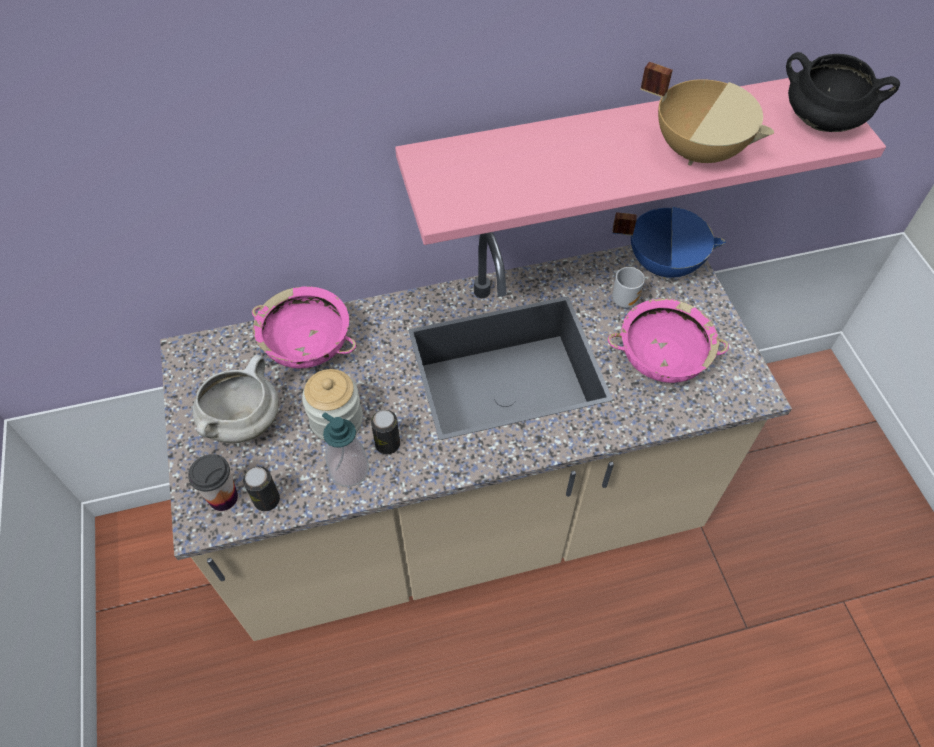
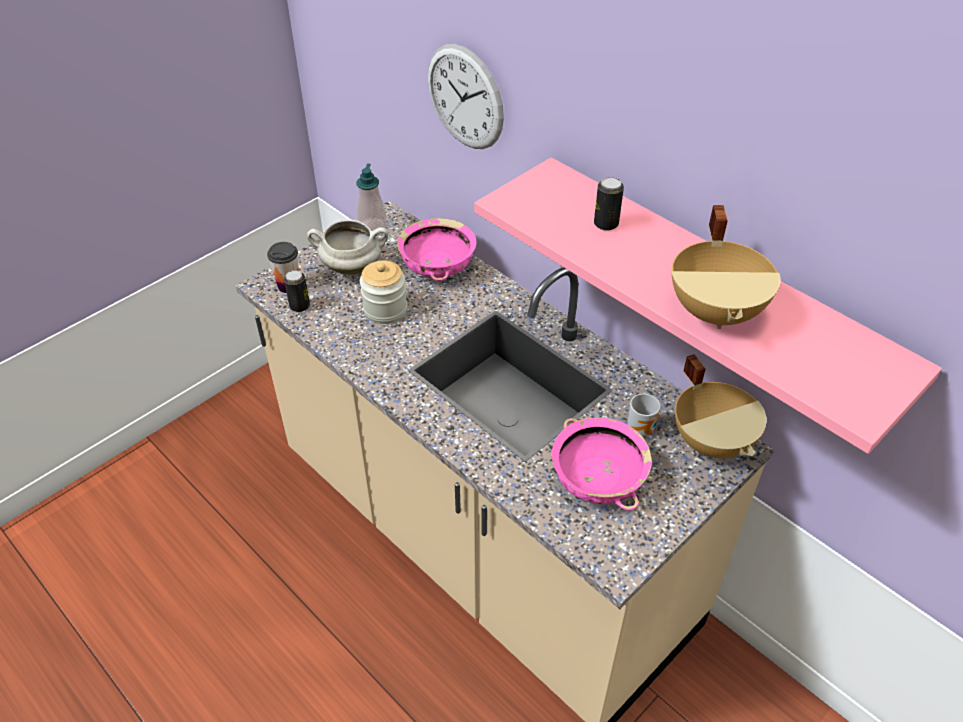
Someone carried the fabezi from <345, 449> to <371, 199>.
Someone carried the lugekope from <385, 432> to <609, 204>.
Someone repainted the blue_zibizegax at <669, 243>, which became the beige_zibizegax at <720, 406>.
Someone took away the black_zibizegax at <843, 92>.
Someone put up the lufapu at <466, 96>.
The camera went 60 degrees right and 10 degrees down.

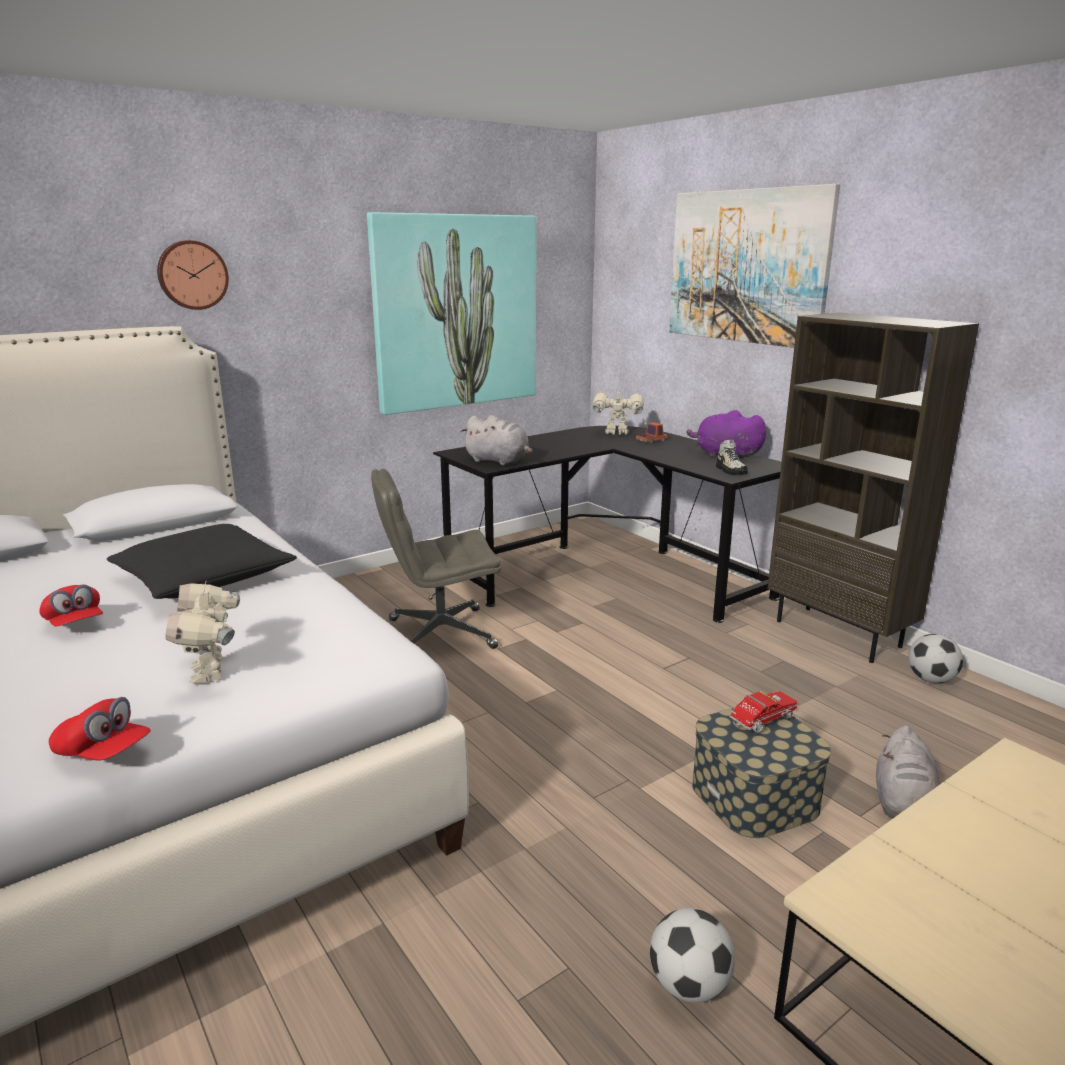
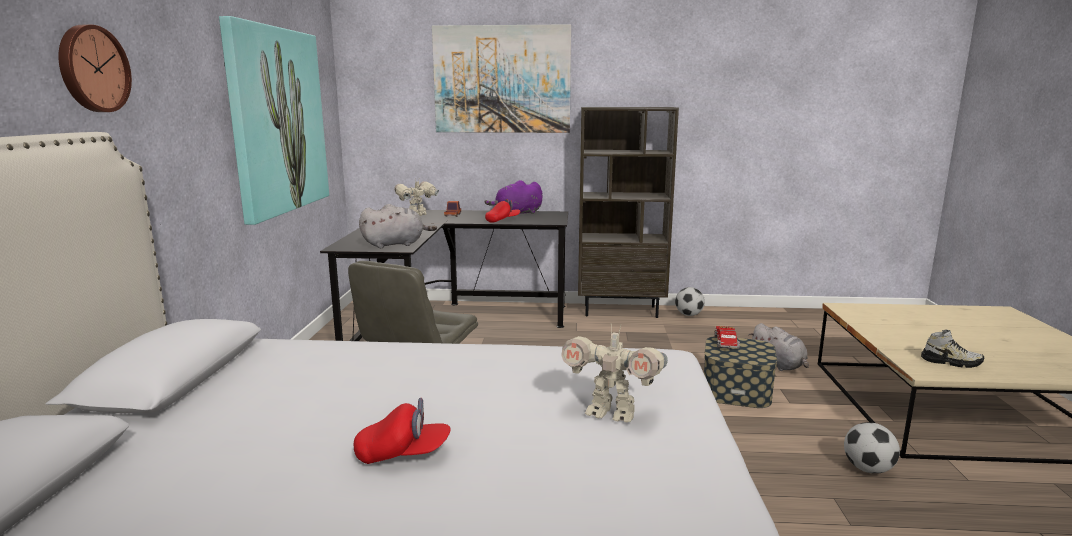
Someone carried the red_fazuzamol from <100, 729> to <502, 211>.
Someone took away the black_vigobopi at <202, 561>.
Someone carried the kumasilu from <732, 457> to <952, 349>.
The camera went 50 degrees left and 5 degrees down.

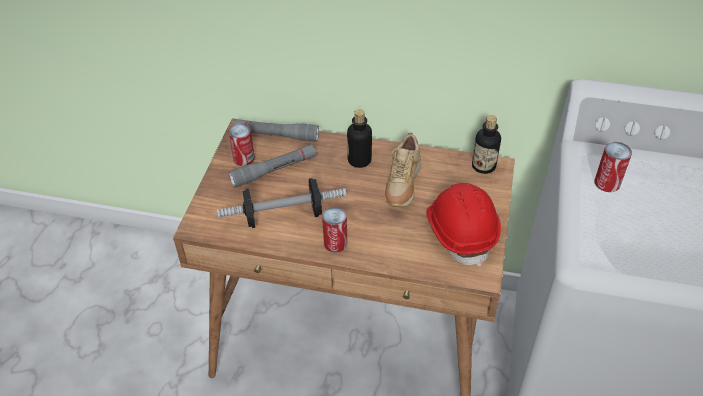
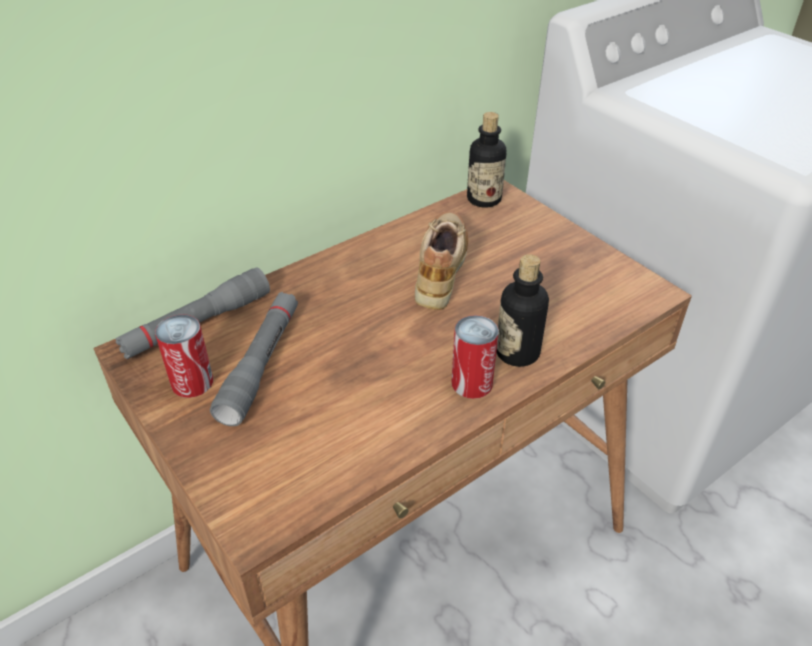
Someone took away the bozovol at <282, 203>.
Someone carried the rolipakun from <359, 138> to <522, 310>.
Someone rotated the beige_kumasilu at <403, 169> by 135 degrees counterclockwise.
Someone took away the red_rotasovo at <463, 225>.
Someone took away the lugekope at <613, 167>.
The camera went 50 degrees left and 5 degrees down.

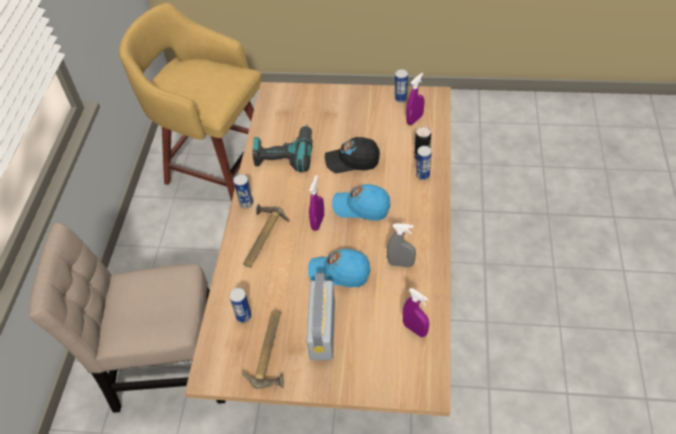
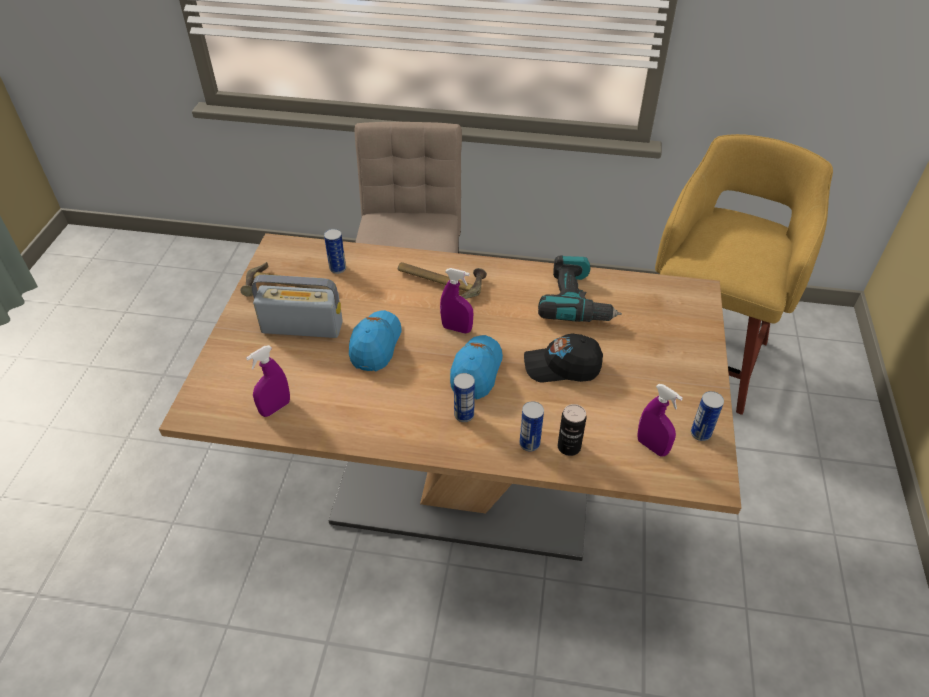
Someone carried the lugekope from <243, 191> to <464, 397>.
Someone rotated the black_fazuzamol at <352, 155> by 90 degrees counterclockwise.
Someone took away the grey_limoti at <401, 245>.
The camera went 90 degrees right and 5 degrees down.

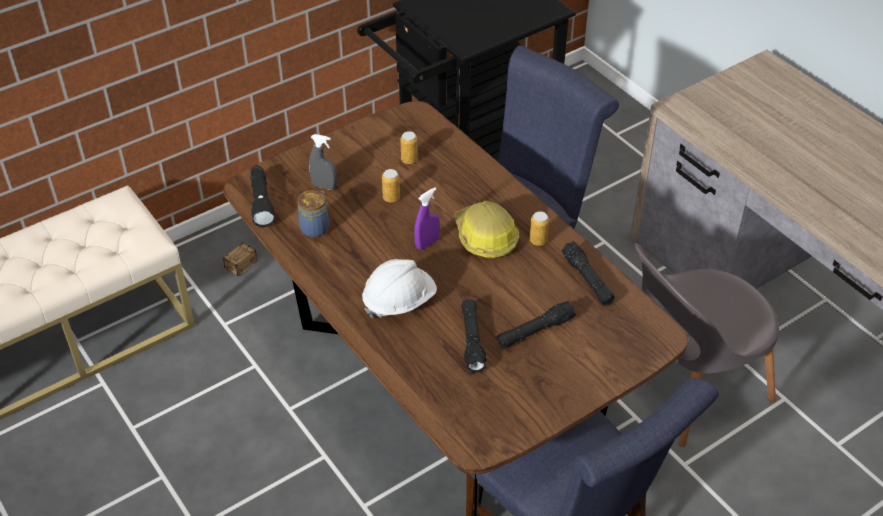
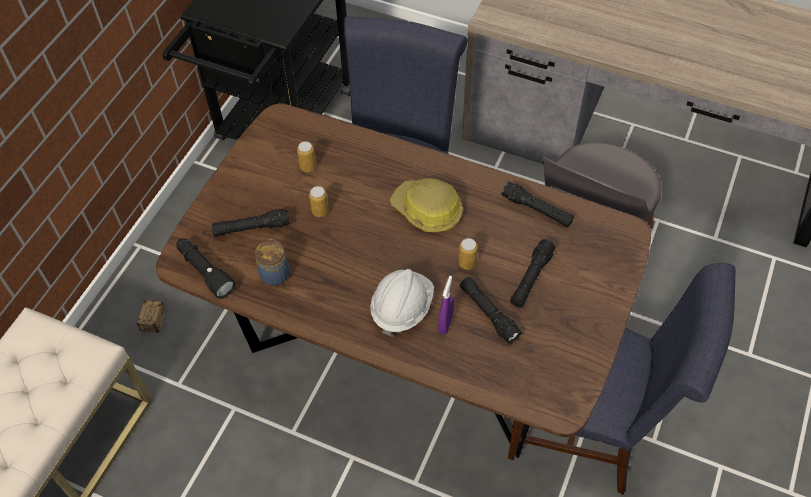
Someone swapped the grey_limoti at <323, 162> for the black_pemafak at <251, 223>.
Someone carried the purple_limoti from <427, 218> to <446, 305>.
Someone carried the lugekope from <539, 228> to <468, 254>.
The camera went 30 degrees left and 10 degrees up.

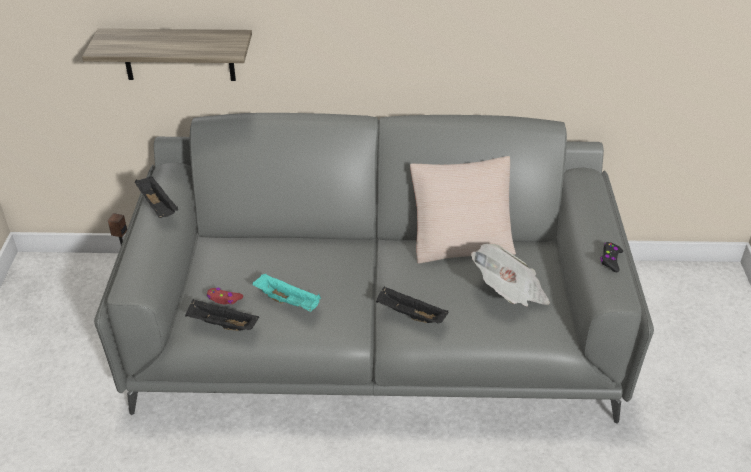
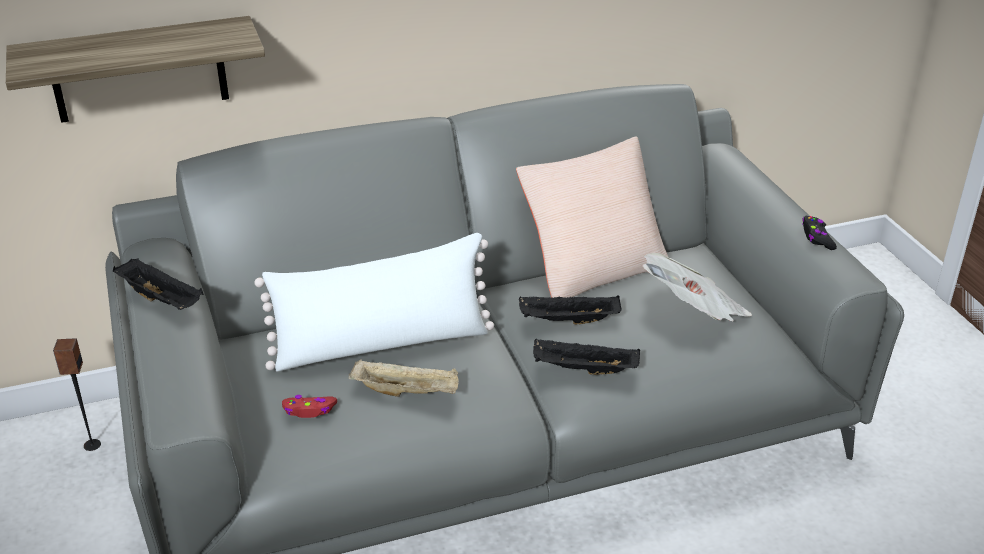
Someone carried the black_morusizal from <222, 315> to <570, 309>.
Someone repainted the turquoise_morusizal at <286, 293>, which became the beige_morusizal at <404, 378>.
Someone put down the white_vigobopi at <374, 302>.
The camera went 20 degrees left and 5 degrees down.

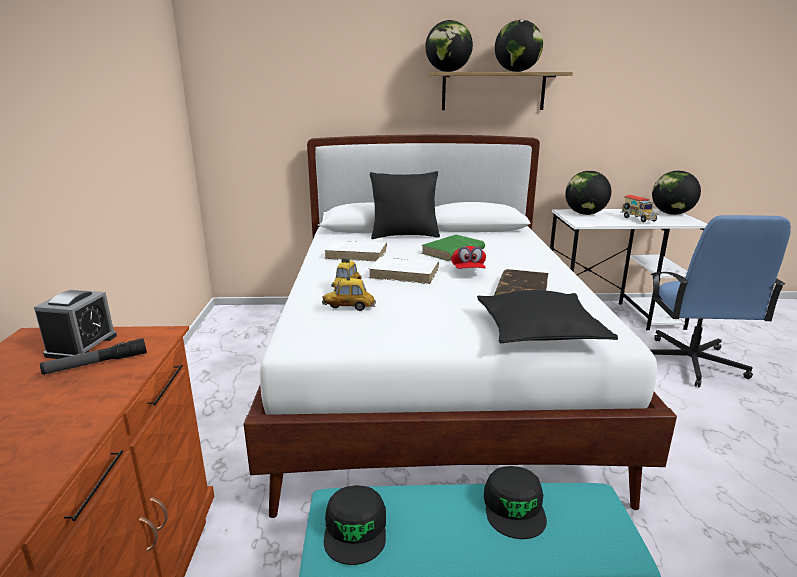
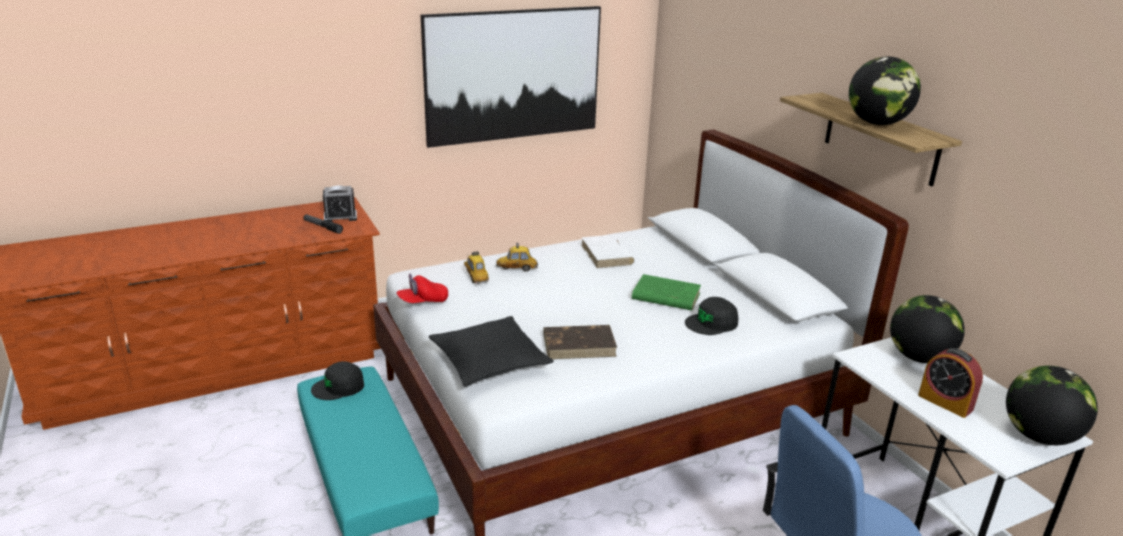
Someone took away the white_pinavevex at <404, 270>.
Someone took away the black_vigobopi at <405, 205>.
Someone took away the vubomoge at <449, 46>.
Someone carried the red_fazuzamol from <468, 257> to <422, 288>.
Someone carried the black_fazuzamol from <515, 502> to <711, 316>.
Someone swapped the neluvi at <640, 208> for the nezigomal at <950, 383>.
Someone put up the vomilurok at <511, 77>.
The camera went 65 degrees right and 5 degrees up.

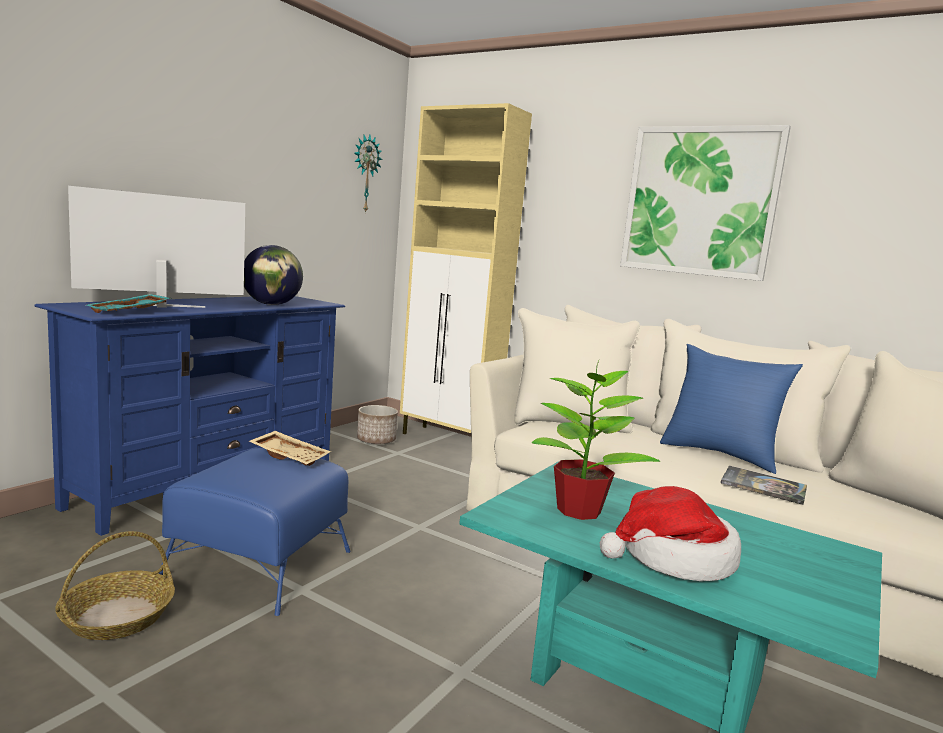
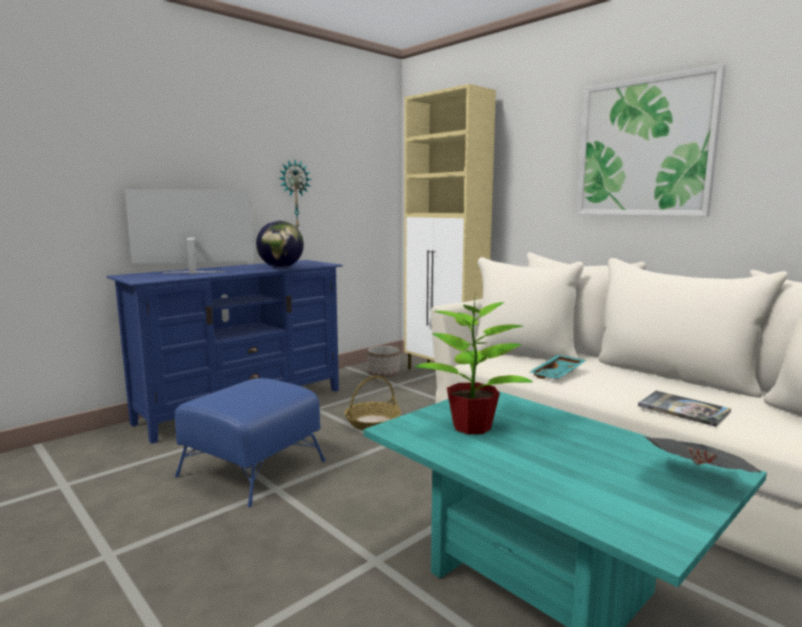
Someone carried the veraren from <115, 585> to <372, 403>.
Someone carried the turquoise_morusizal from <128, 303> to <558, 367>.
Someone took away the beige_morusizal at <290, 448>.
Someone carried the lufapu from <368, 174> to <295, 194>.
Someone took away the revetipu at <670, 533>.
Someone took away the blue_vigobopi at <731, 409>.
Someone put down the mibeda at <702, 454>.
The camera went 15 degrees right and 0 degrees up.

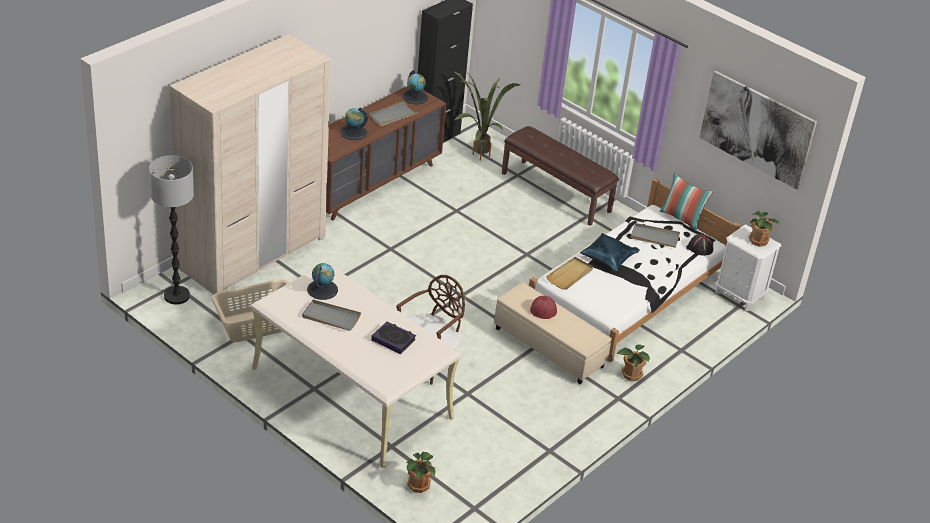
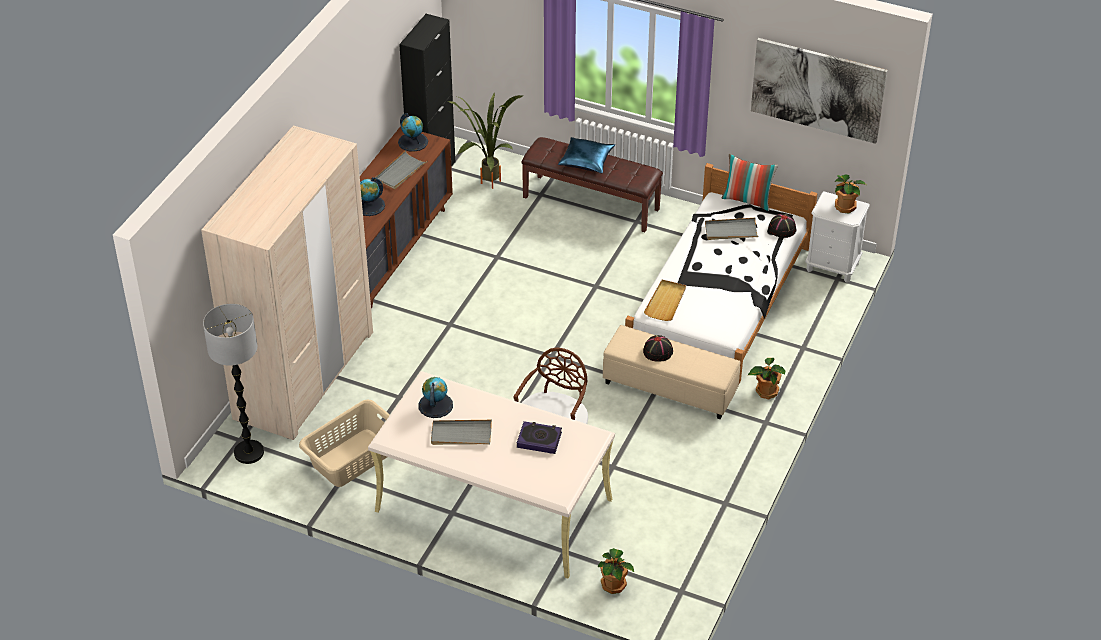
Someone repainted the red_revetipu at <543, 307>, which became the black_revetipu at <658, 348>.
Someone carried the blue_vigobopi from <610, 252> to <586, 155>.
The camera went 15 degrees left and 5 degrees up.

